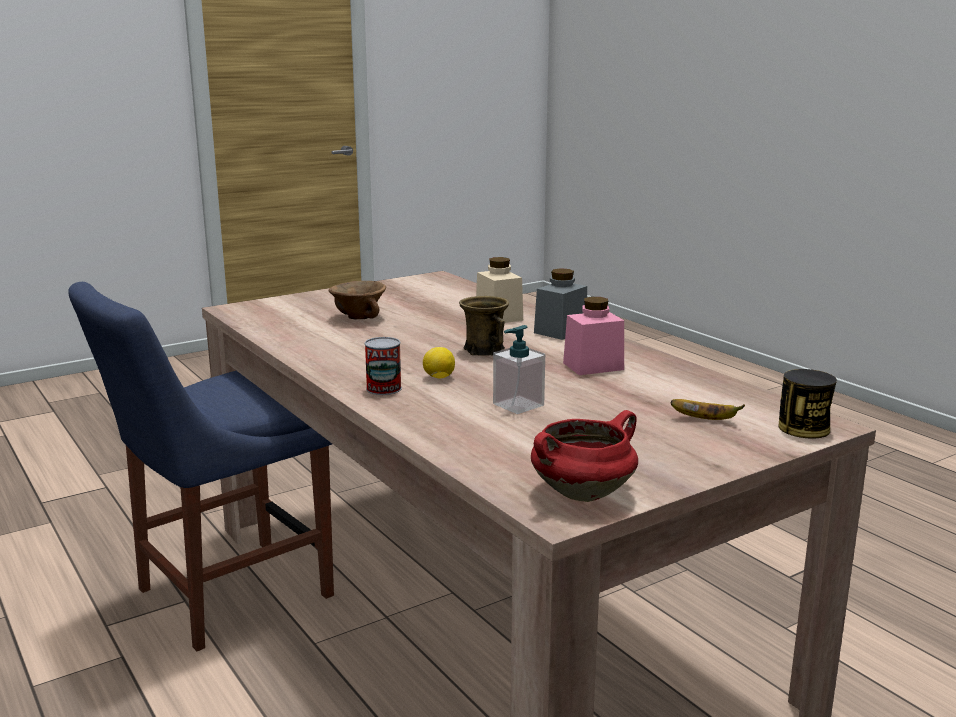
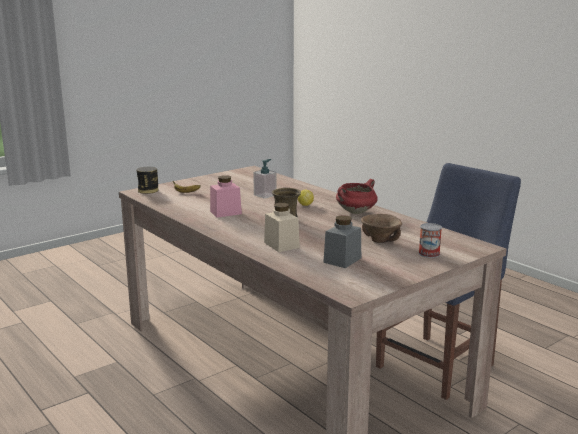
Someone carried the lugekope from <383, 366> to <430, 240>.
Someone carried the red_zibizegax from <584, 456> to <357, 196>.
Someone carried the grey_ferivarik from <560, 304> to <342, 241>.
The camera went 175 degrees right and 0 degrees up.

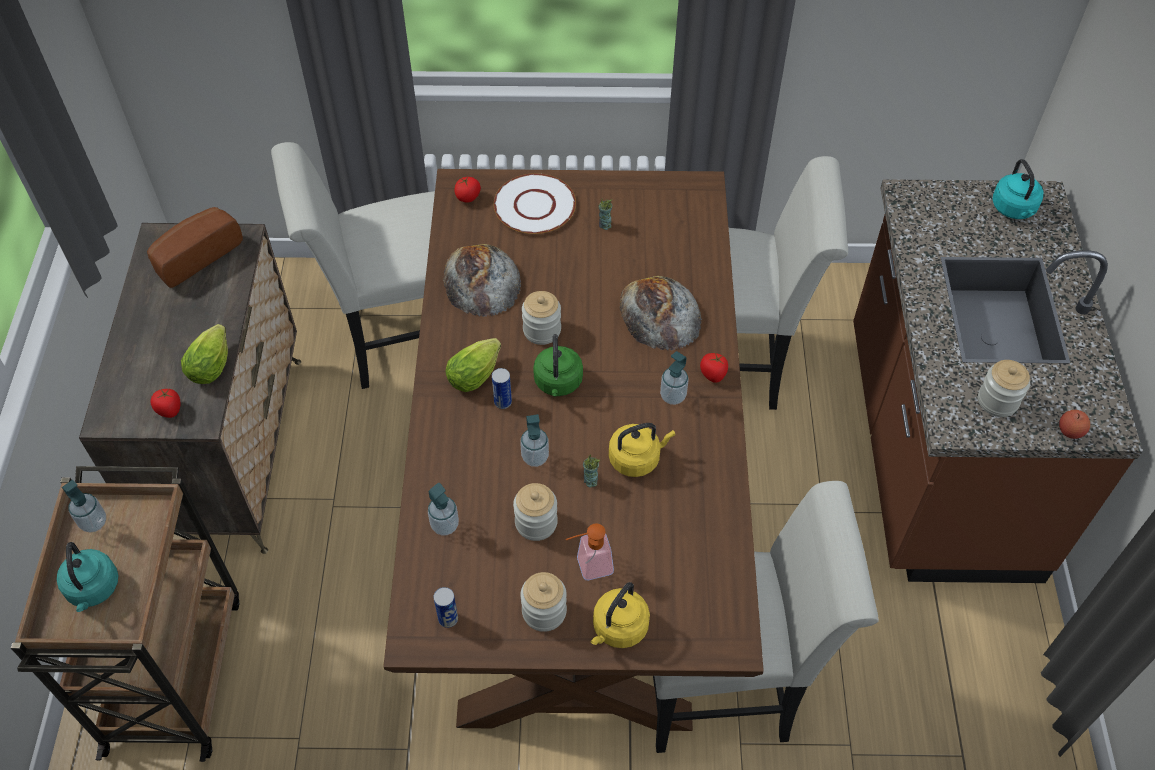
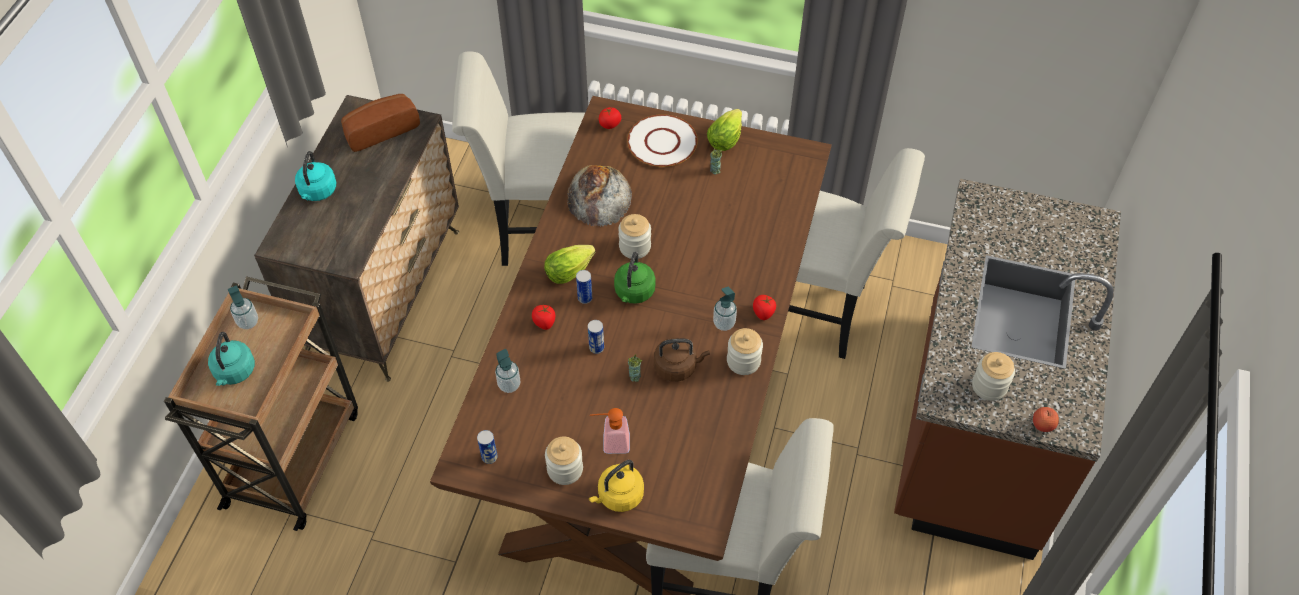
Someone carried the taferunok from <166, 403> to <543, 317>.
Someone carried the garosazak from <204, 354> to <724, 130>.
Someone carried the ferivarik from <535, 512> to <745, 351>.
Someone swapped the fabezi at <534, 440> for the lugekope at <596, 337>.
Someone repainted the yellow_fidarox at <642, 450>, which became the brown_fidarox at <682, 360>.
Someone took away the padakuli at <661, 313>.
Someone carried the turquoise_fidarox from <1018, 189> to <315, 176>.
The camera went 15 degrees right and 0 degrees up.

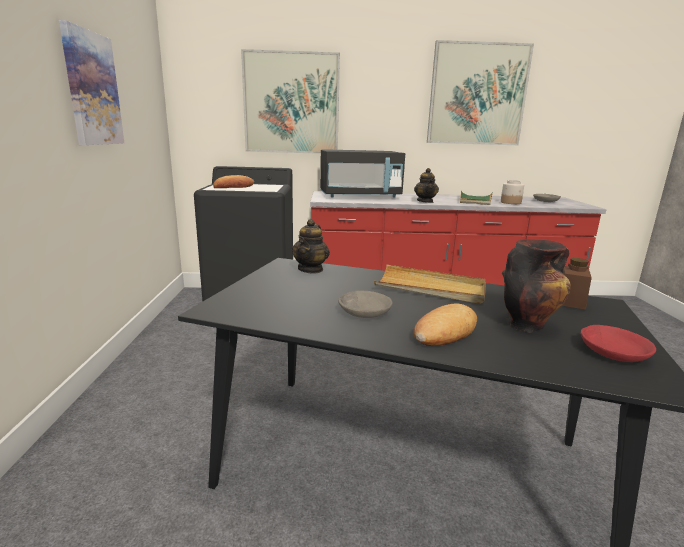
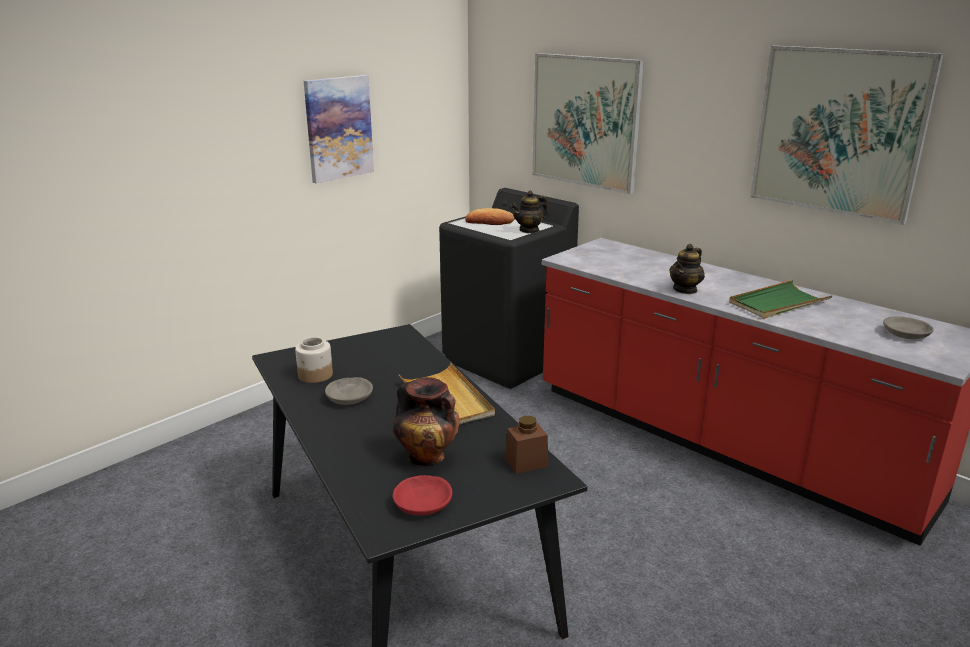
Someone carried the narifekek from <311, 246> to <529, 211>.
Someone took away the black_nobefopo at <362, 173>.
Someone took away the padakuli at <445, 324>.
Someone carried the ferivarik from <512, 192> to <314, 360>.
The camera went 45 degrees right and 5 degrees up.

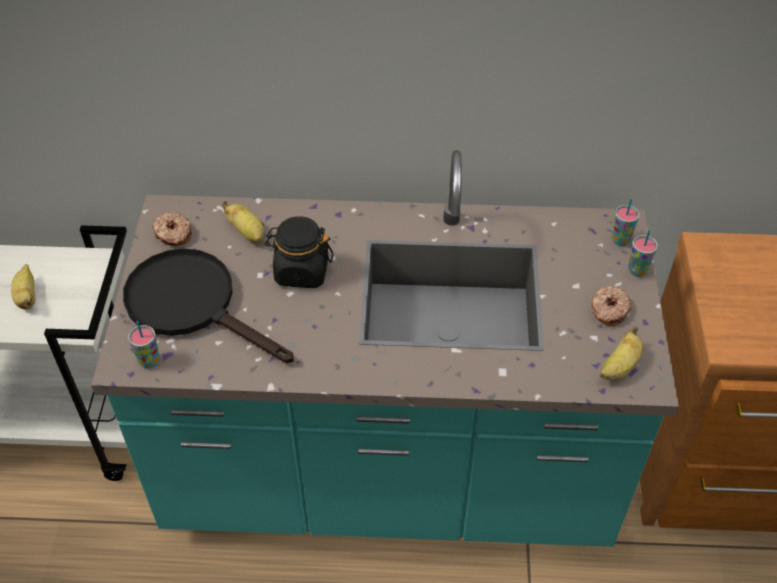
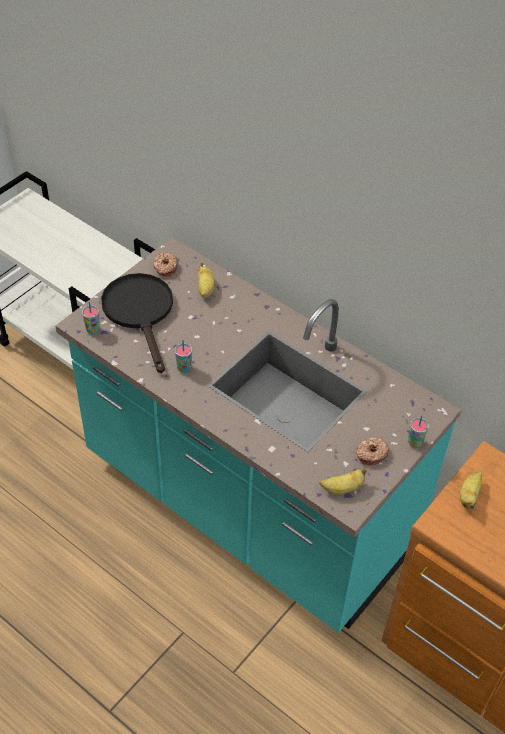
Someone carried the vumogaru from <23, 287> to <471, 490>.
Someone took away the black_ferivarik at <299, 252>.
Someone carried the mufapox from <625, 222> to <183, 356>.
The camera went 35 degrees right and 0 degrees up.

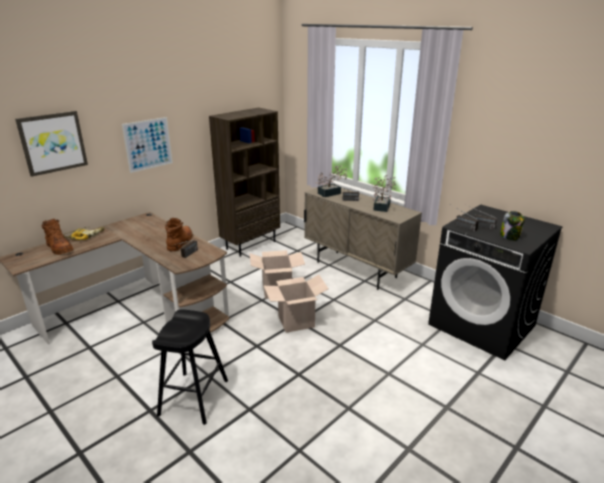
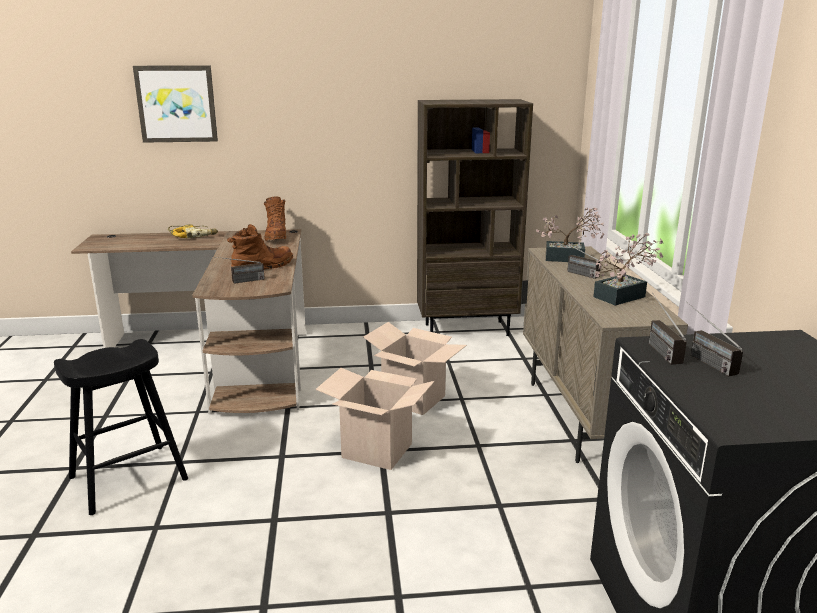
Someone carried the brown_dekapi from <57, 237> to <275, 218>.
Someone took away the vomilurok at <147, 145>.
Someone took away the ferivarik at <512, 226>.
The camera went 40 degrees right and 5 degrees down.

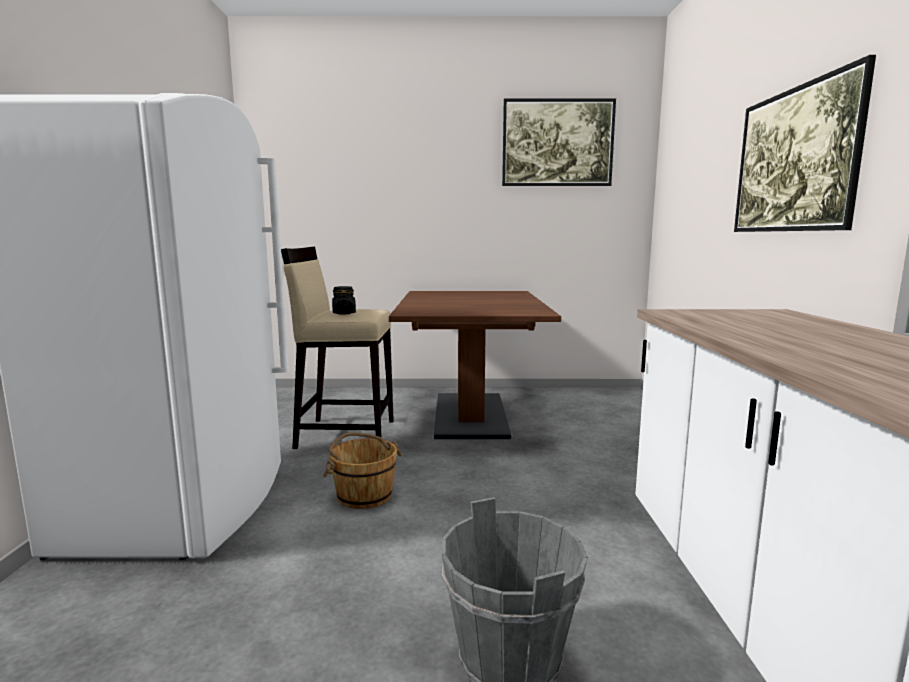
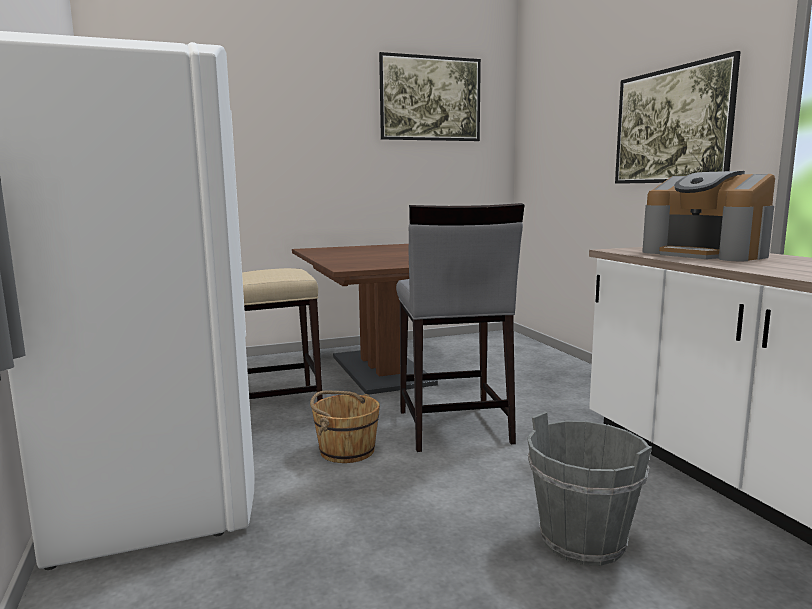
Someone took away the black_ferivarik at <344, 300>.
Someone put down the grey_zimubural at <460, 327>.
Someone put down the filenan at <708, 216>.
The camera went 20 degrees left and 0 degrees up.

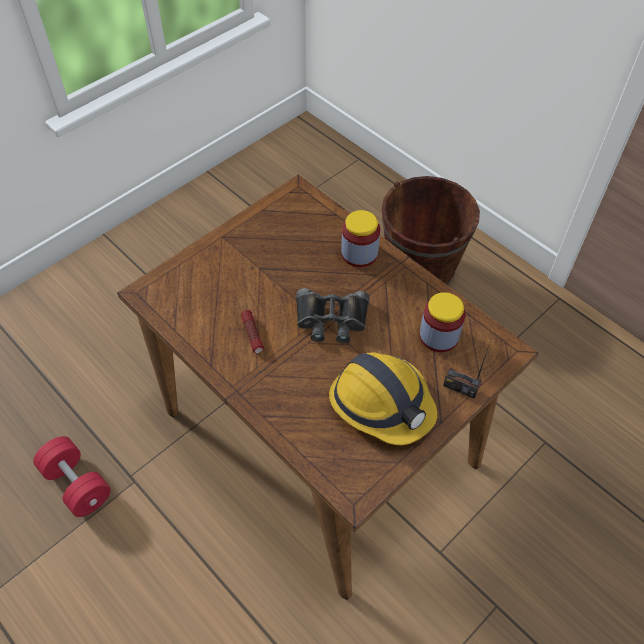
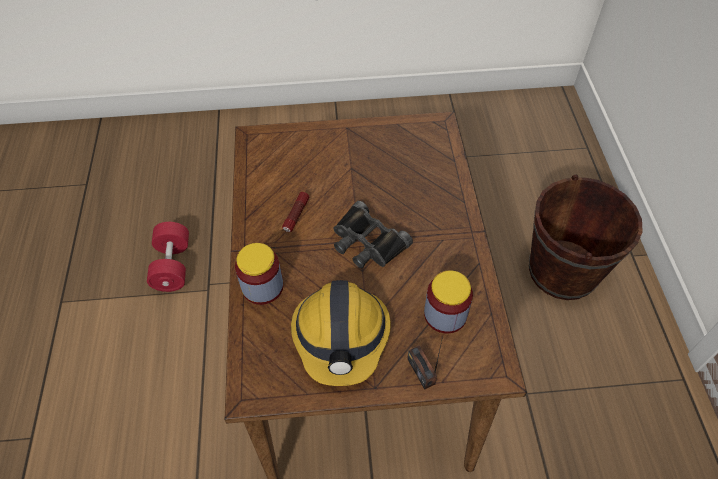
Someone carried the ferivarik from <360, 238> to <259, 274>.
The camera went 40 degrees right and 0 degrees up.

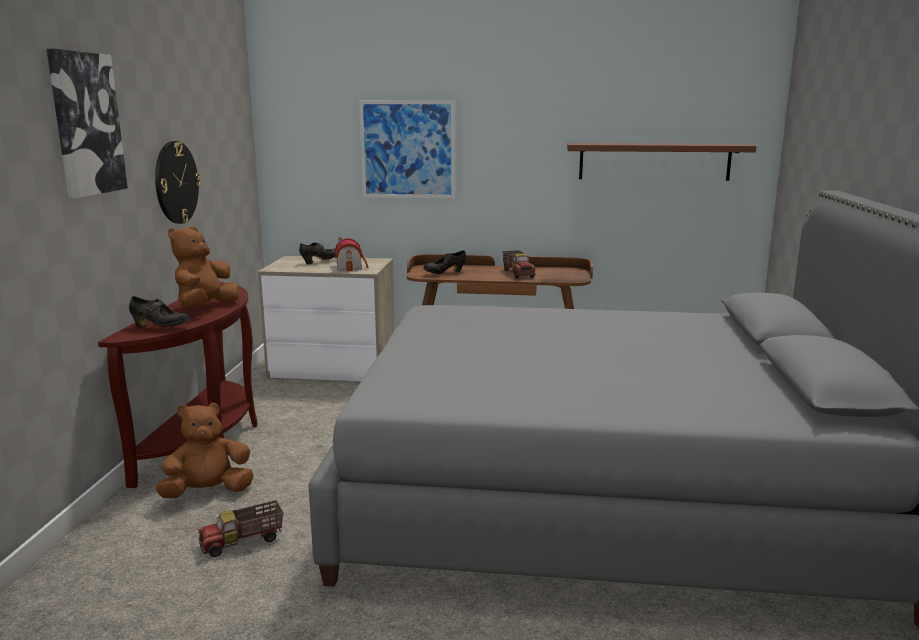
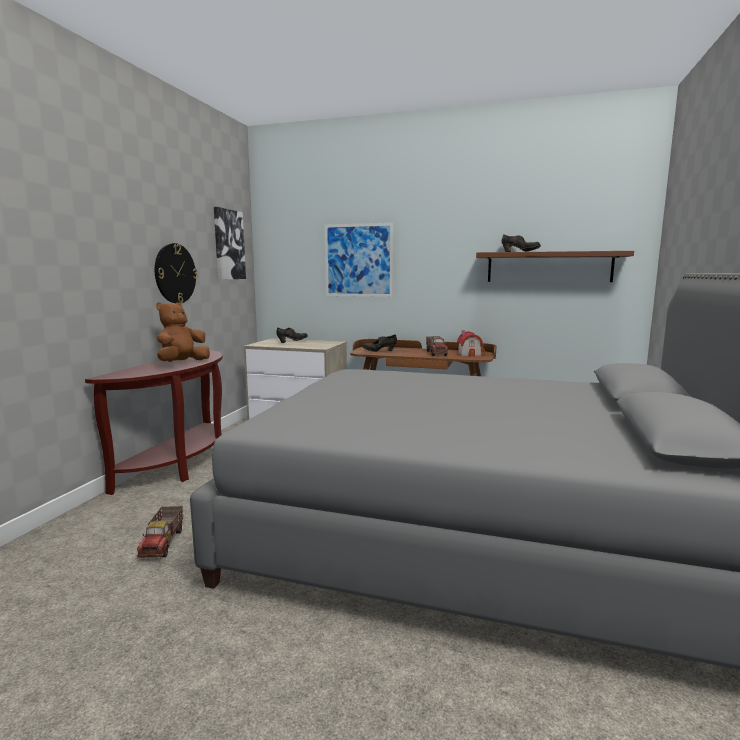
Someone carried the vomilurok from <87, 123> to <230, 243>.
Someone carried the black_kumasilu from <159, 311> to <521, 243>.
Someone took away the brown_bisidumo at <204, 450>.
Someone rotated the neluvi at <240, 528> by 75 degrees counterclockwise.
Someone carried the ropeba from <351, 254> to <471, 343>.
The camera went 10 degrees right and 5 degrees down.

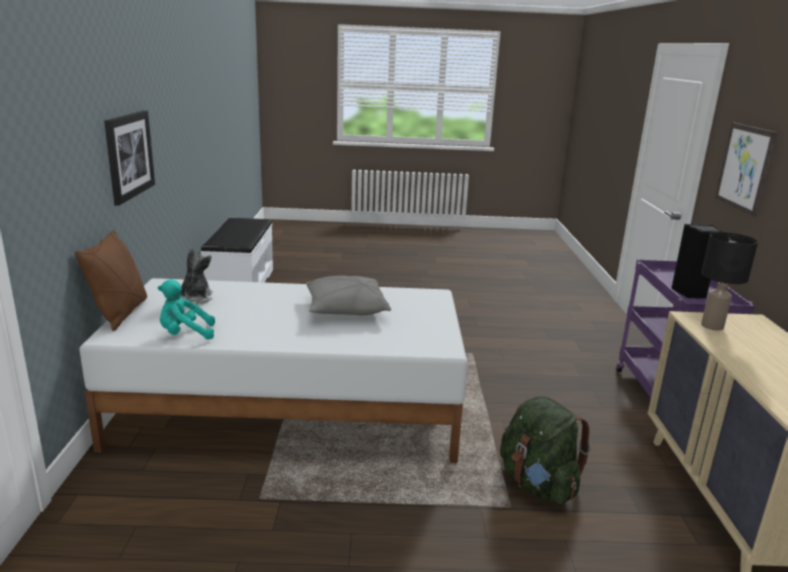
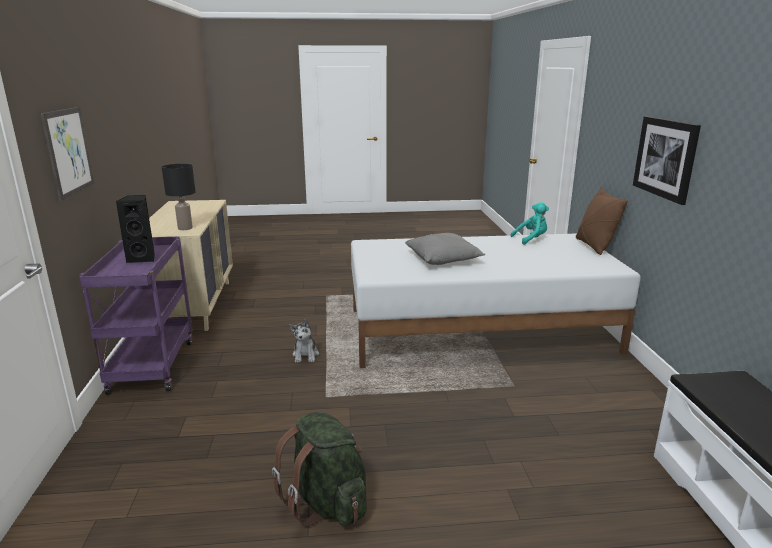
Someone carried the bisidumo from <196, 276> to <304, 341>.
Someone carried the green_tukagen from <545, 450> to <319, 469>.
The camera went 175 degrees right and 0 degrees up.

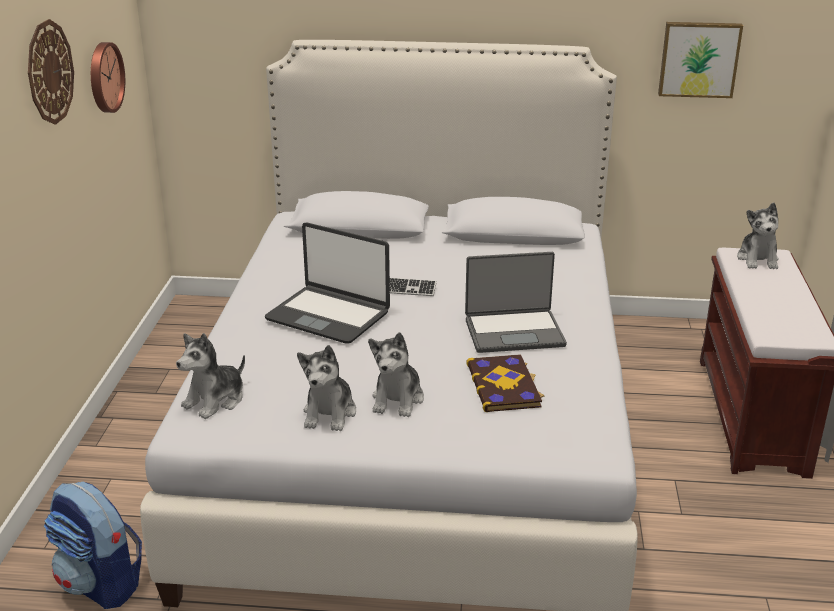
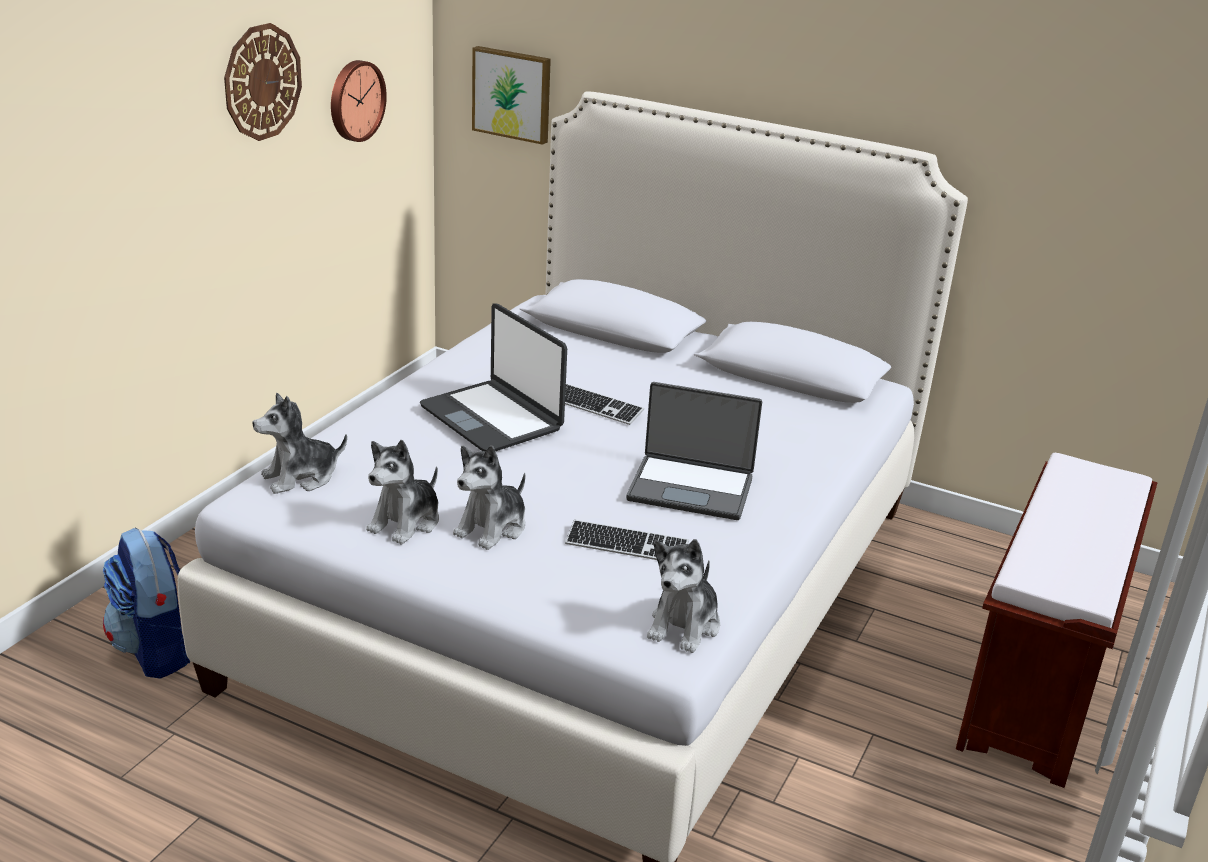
Someone swapped the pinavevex at <505, 383> for the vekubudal at <627, 539>.
Someone carried the vomilurok from <700, 60> to <511, 95>.
Someone carried the bisidumo from <758, 236> to <683, 596>.
The camera went 20 degrees right and 0 degrees up.

